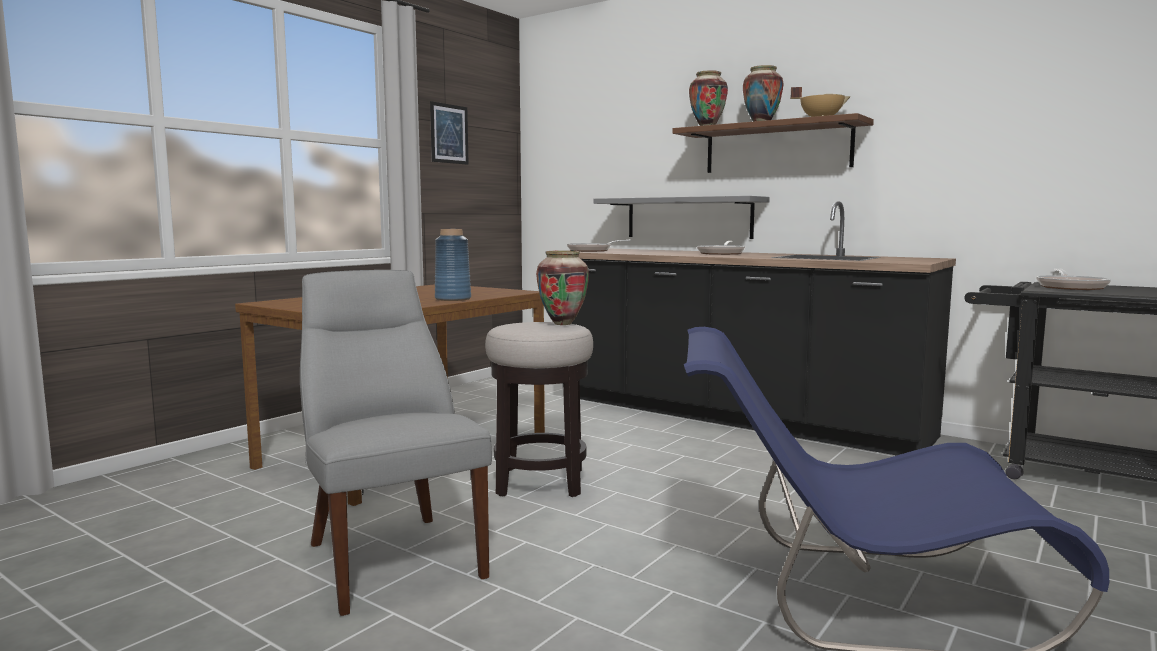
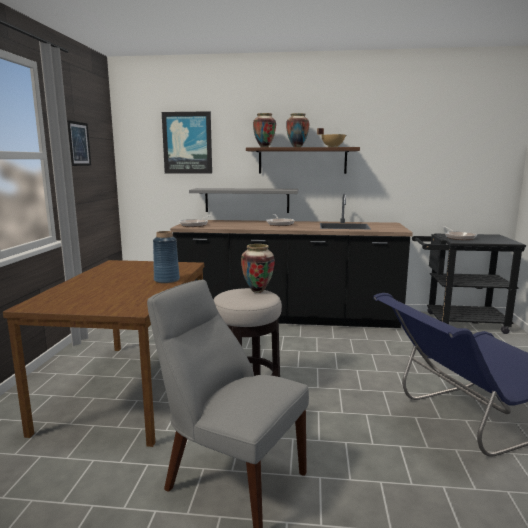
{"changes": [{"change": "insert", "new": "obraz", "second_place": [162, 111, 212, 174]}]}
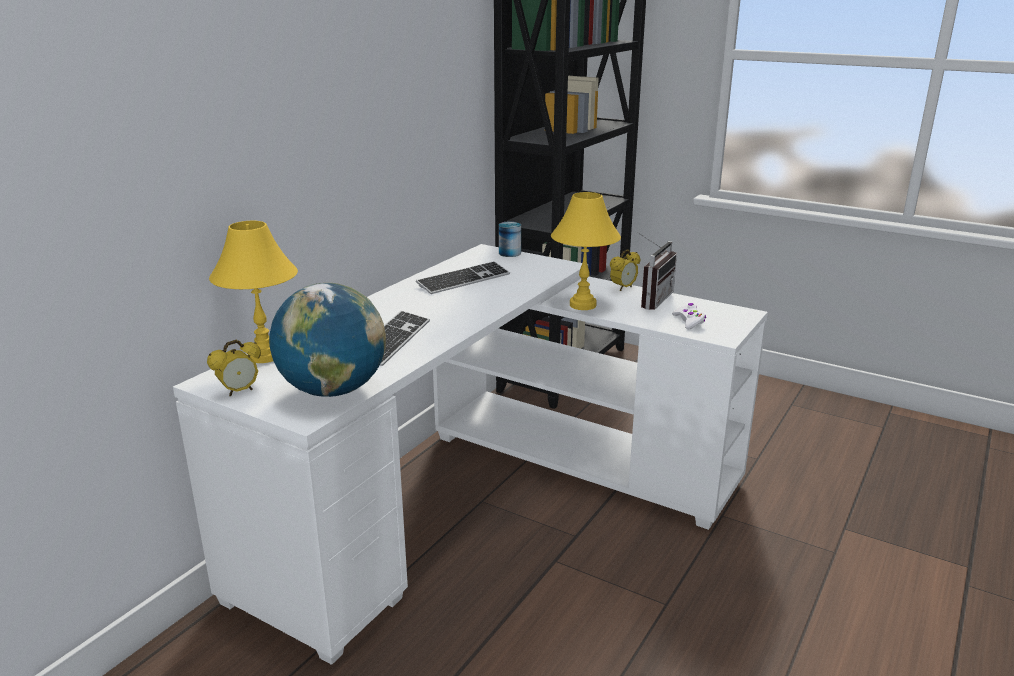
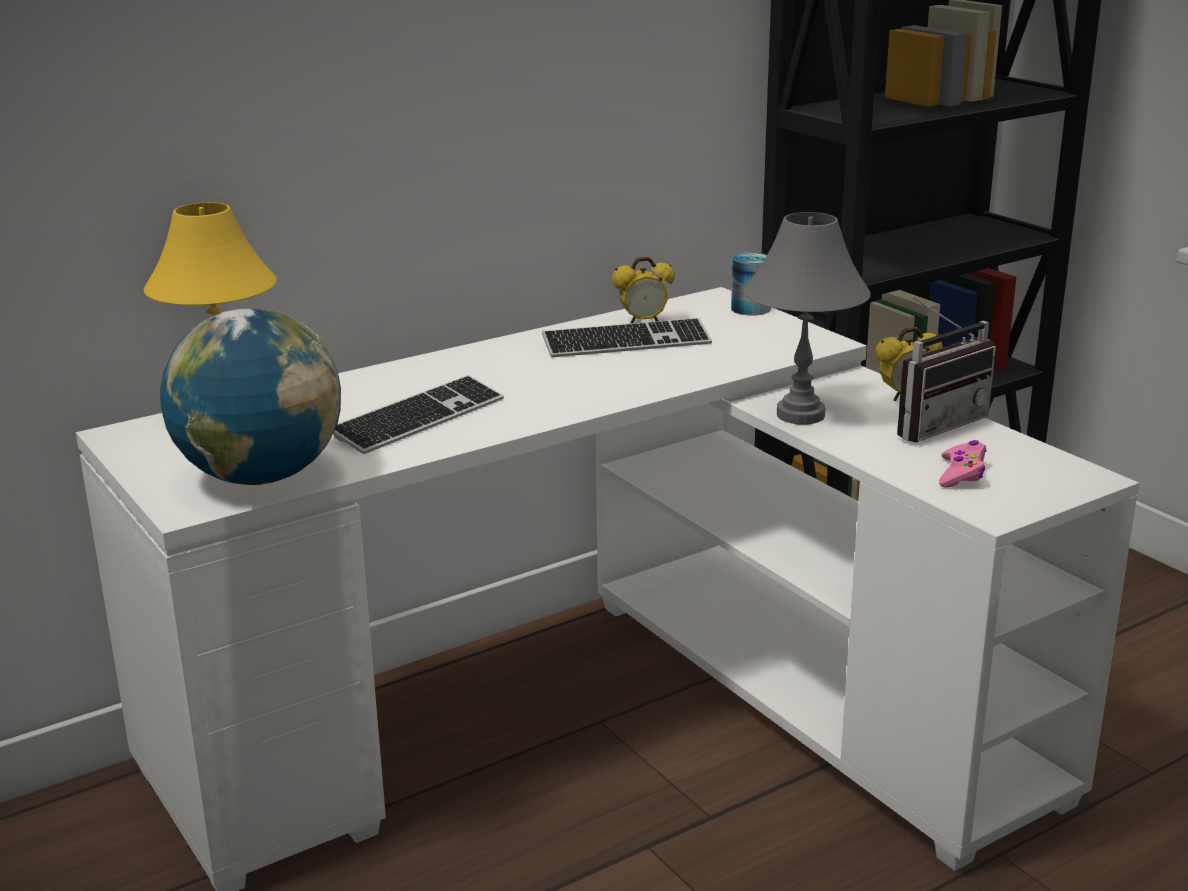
{"changes": [{"change": "move", "old": "budzik", "first_place": [207, 340, 261, 396], "second_place": [612, 257, 675, 324]}, {"change": "recolor", "old": "lampa stołowa [żółty]", "new": "lampa stołowa [szary]", "first_place": [551, 192, 621, 310], "second_place": [744, 212, 871, 425]}, {"change": "recolor", "old": "pad do gier [biały]", "new": "pad do gier [różowy]", "first_place": [672, 303, 706, 329], "second_place": [939, 440, 986, 488]}]}
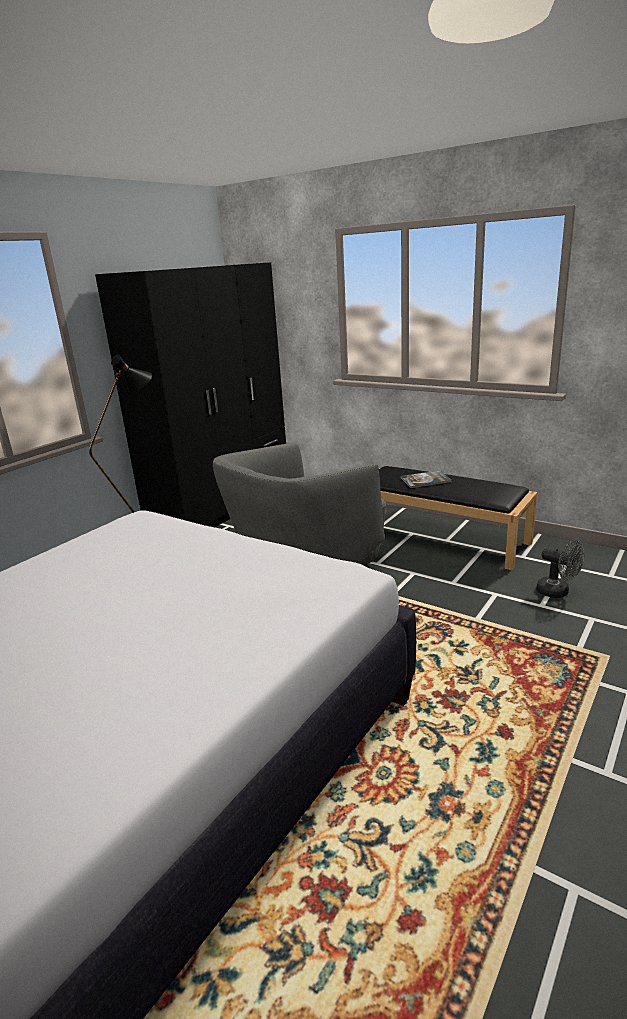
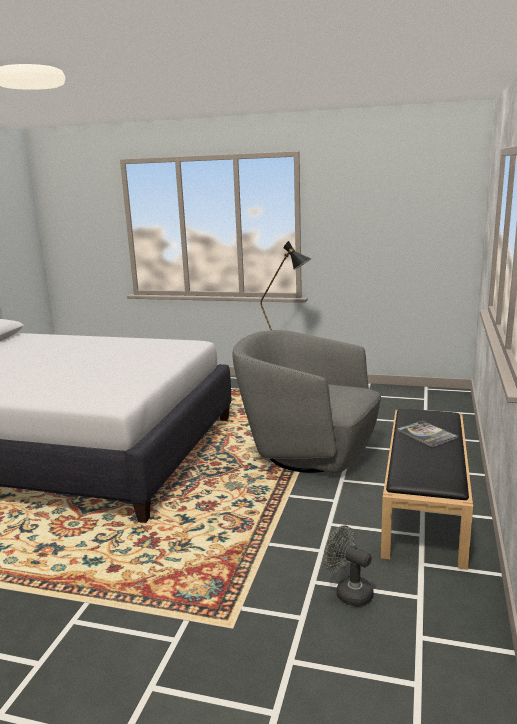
{"changes": [{"change": "rotate", "old": "wentylator [szary]", "first_place": [536, 541, 584, 598], "second_place": [324, 526, 373, 607], "degrees": 105}, {"change": "delete", "old": "szafa [czarny]", "first_place": [95, 262, 286, 527]}]}
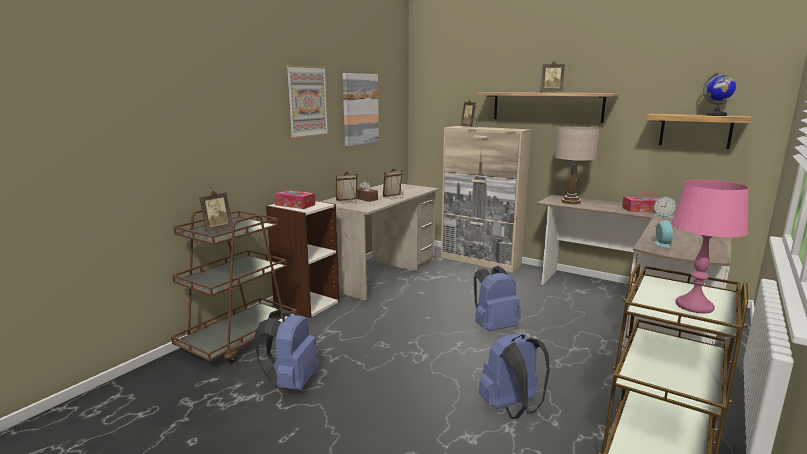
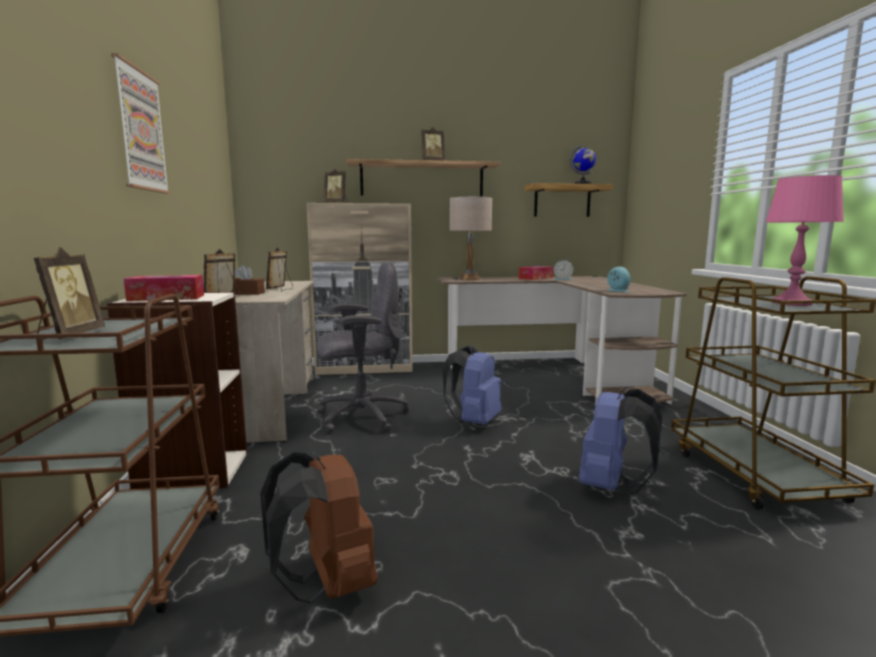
{"changes": [{"change": "recolor", "old": "plecak [niebieski]", "new": "plecak [brązowy]", "first_place": [254, 309, 319, 390], "second_place": [260, 451, 378, 604]}, {"change": "insert", "new": "krzesło biurowe [szary]", "second_place": [317, 261, 409, 433]}, {"change": "delete", "old": "obraz", "first_place": [343, 73, 379, 146]}]}
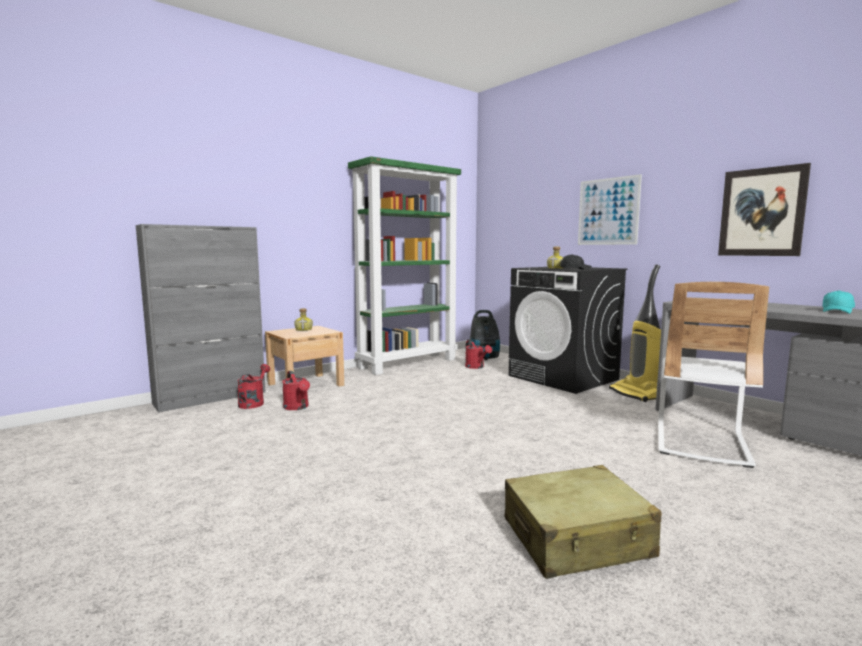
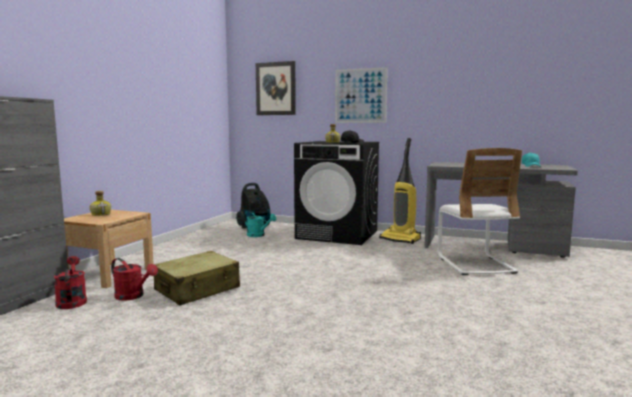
{"changes": [{"change": "move", "old": "walizka [beżowy]", "first_place": [505, 465, 662, 579], "second_place": [154, 251, 240, 305]}, {"change": "recolor", "old": "konewka [czerwony]", "new": "konewka [turkusowy]", "first_place": [465, 340, 492, 369], "second_place": [244, 211, 276, 237]}, {"change": "move", "old": "obraz", "first_place": [718, 163, 811, 256], "second_place": [256, 61, 296, 115]}, {"change": "delete", "old": "regał [zielony]", "first_place": [348, 156, 461, 375]}]}
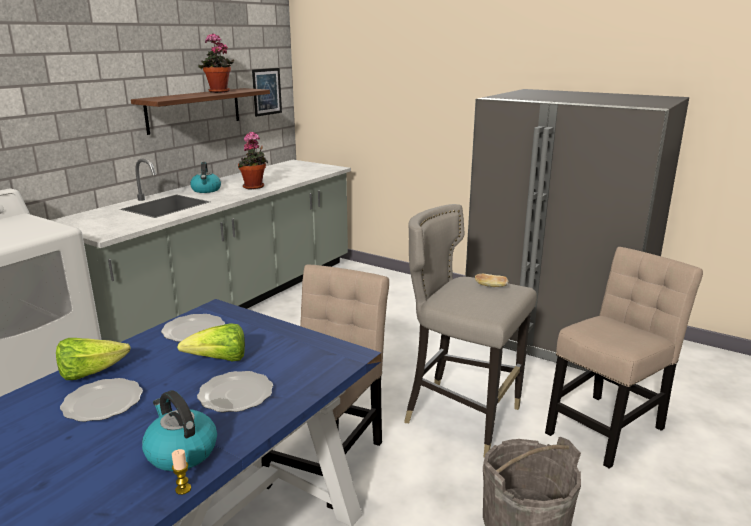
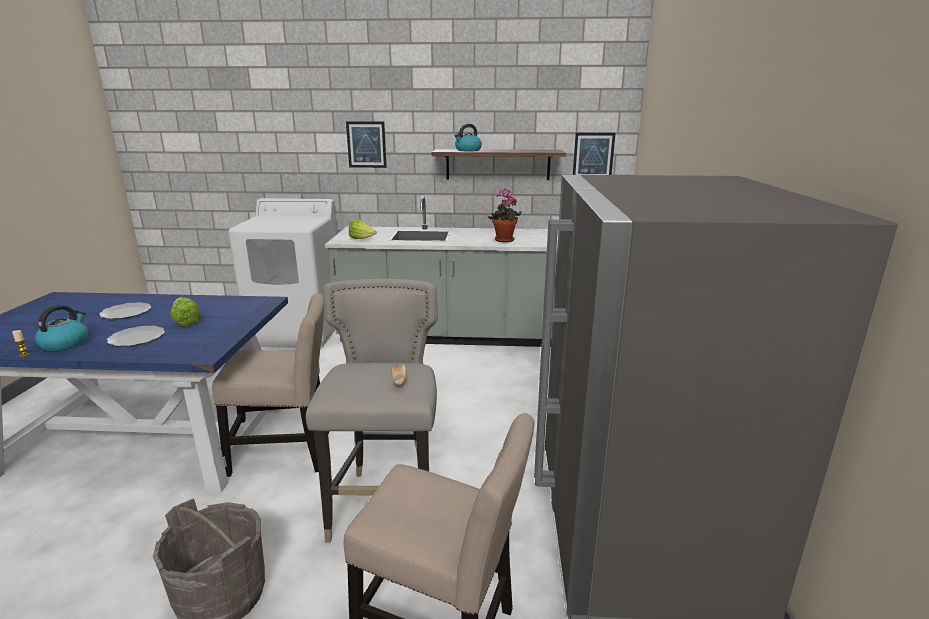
{"changes": [{"change": "insert", "new": "obraz", "second_place": [346, 121, 387, 168]}, {"change": "move", "old": "sałata", "first_place": [56, 338, 131, 380], "second_place": [349, 220, 376, 239]}, {"change": "move", "old": "czajnik", "first_place": [190, 162, 221, 193], "second_place": [454, 124, 482, 151]}, {"change": "delete", "old": "talerz", "first_place": [161, 314, 225, 342]}, {"change": "delete", "old": "roślina doniczkowa", "first_place": [198, 33, 234, 93]}]}
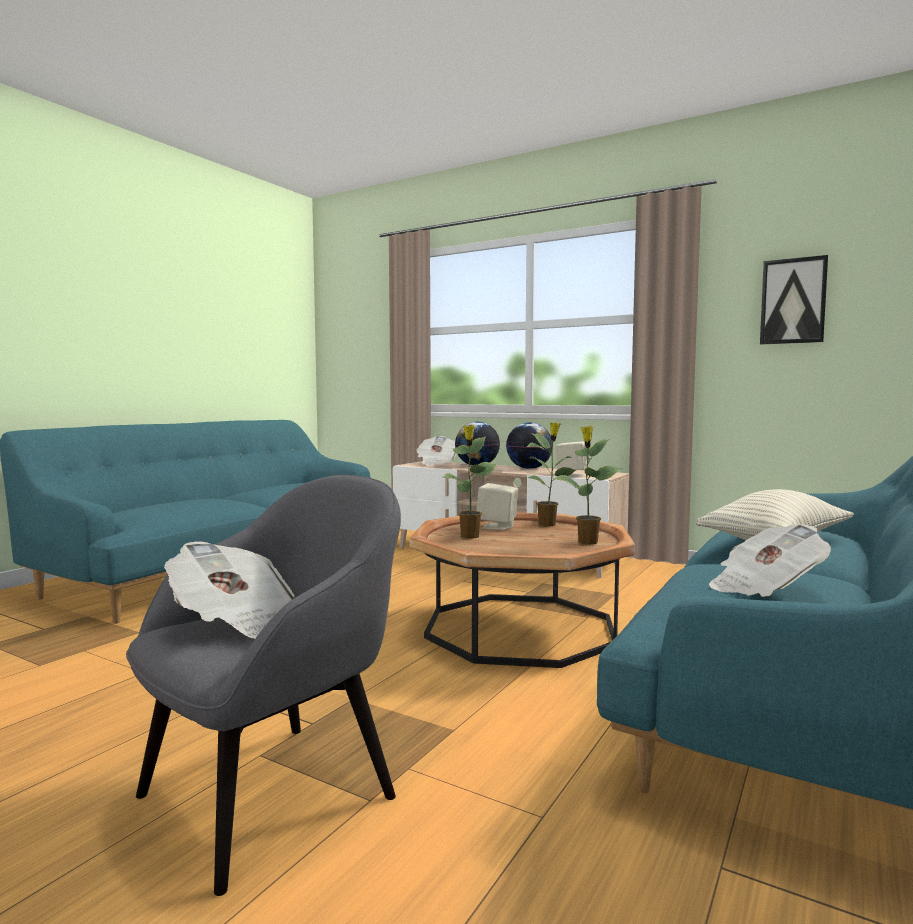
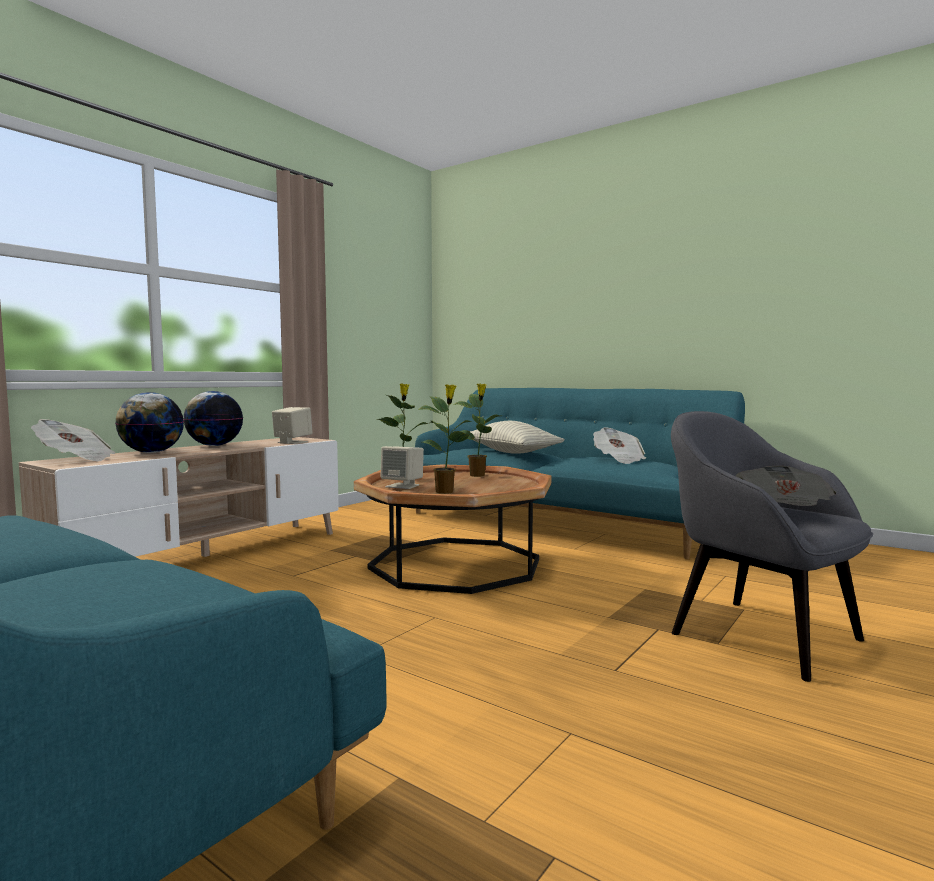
{"changes": [{"change": "delete", "old": "obraz", "first_place": [760, 255, 828, 345]}]}
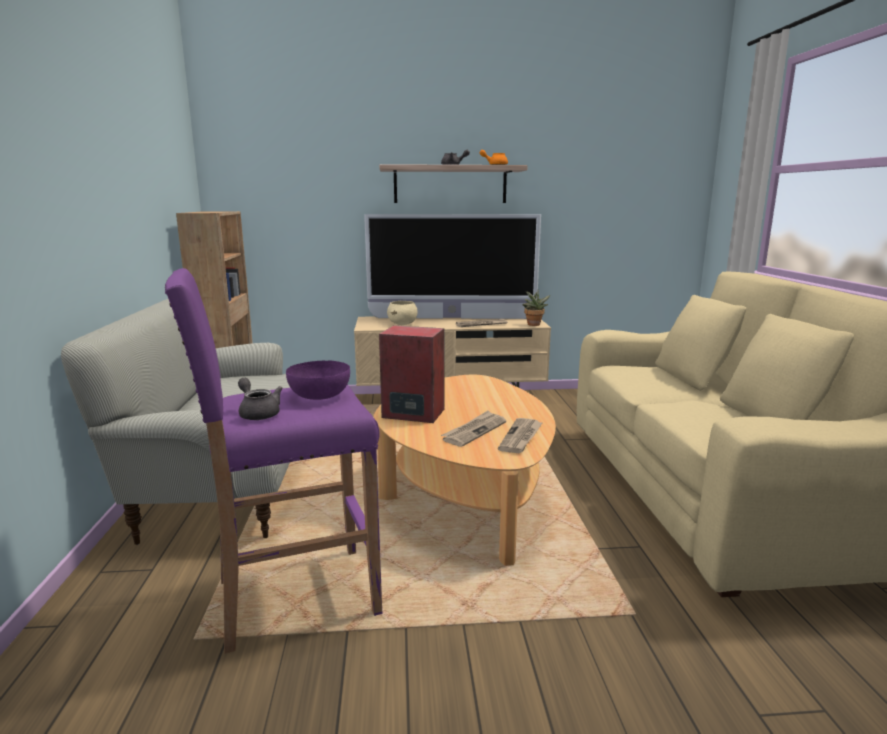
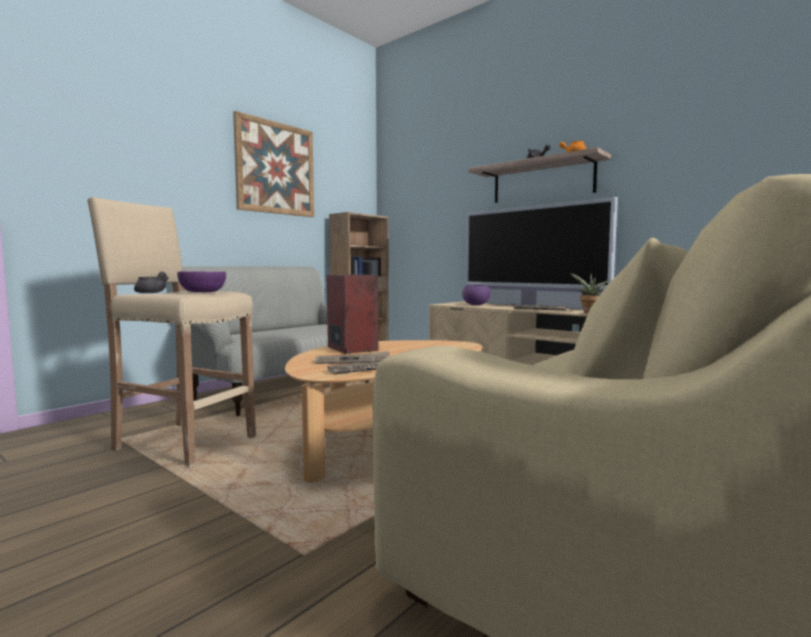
{"changes": [{"change": "recolor", "old": "stołek [fioletowy]", "new": "stołek [beżowy]", "first_place": [165, 268, 382, 654], "second_place": [87, 197, 256, 467]}, {"change": "insert", "new": "obraz", "second_place": [233, 111, 314, 217]}, {"change": "recolor", "old": "miska [beżowy]", "new": "miska [fioletowy]", "first_place": [387, 301, 418, 325], "second_place": [462, 285, 491, 305]}]}
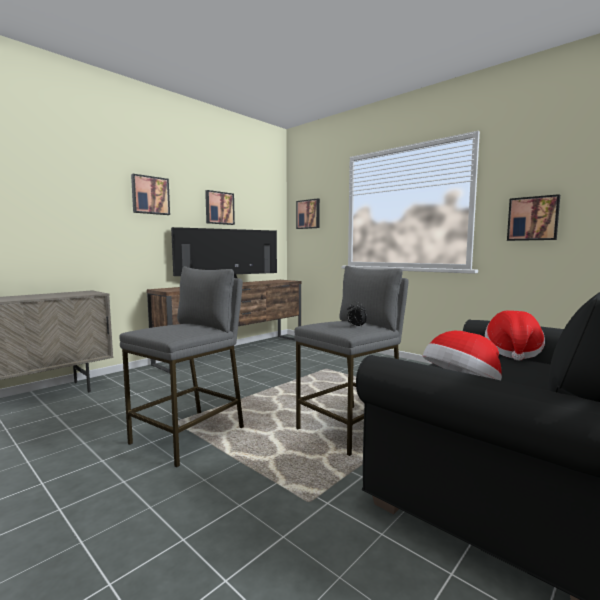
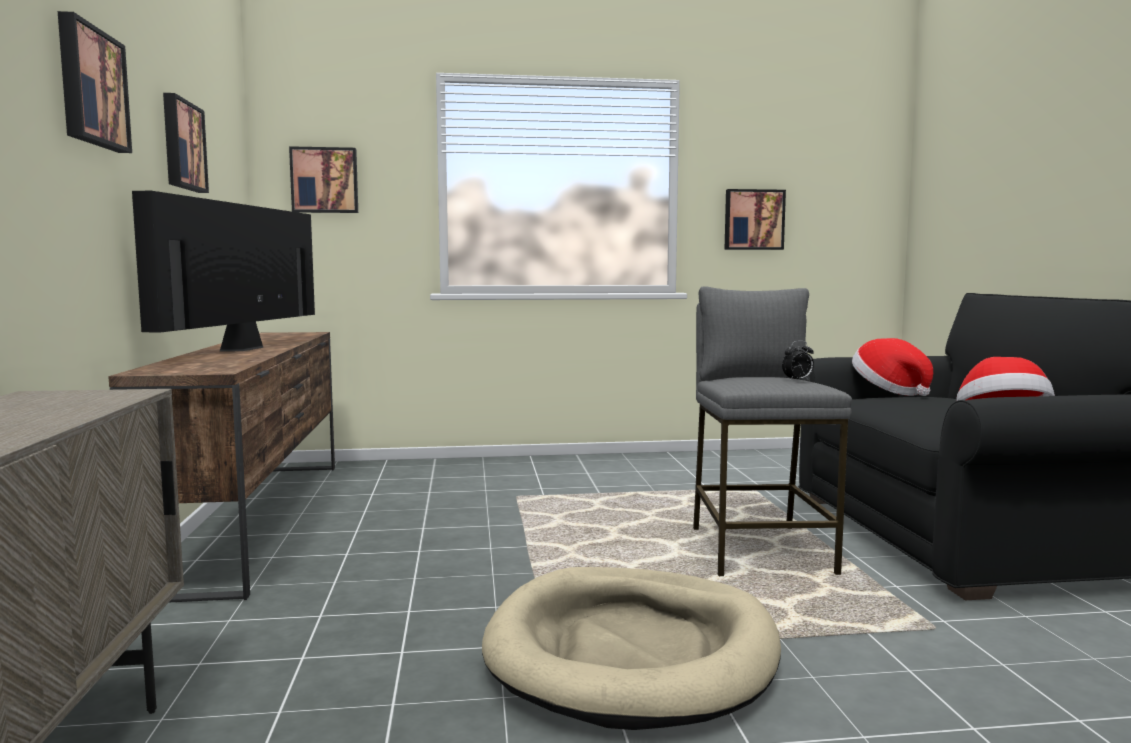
{"changes": [{"change": "replace", "old": "stołek [szary]", "new": "legowisko [beżowy]", "first_place": [119, 266, 244, 468], "second_place": [482, 567, 781, 730]}]}
